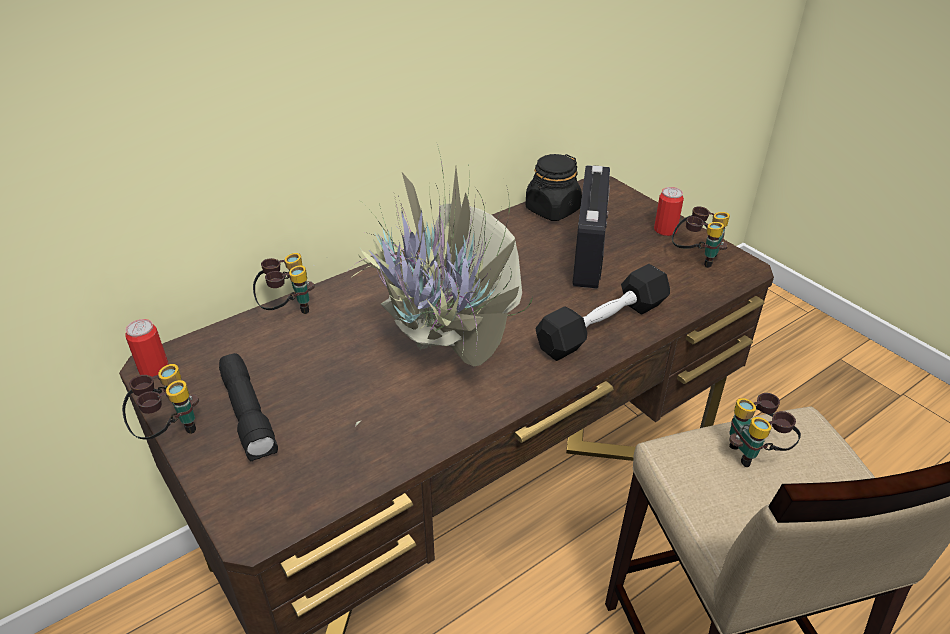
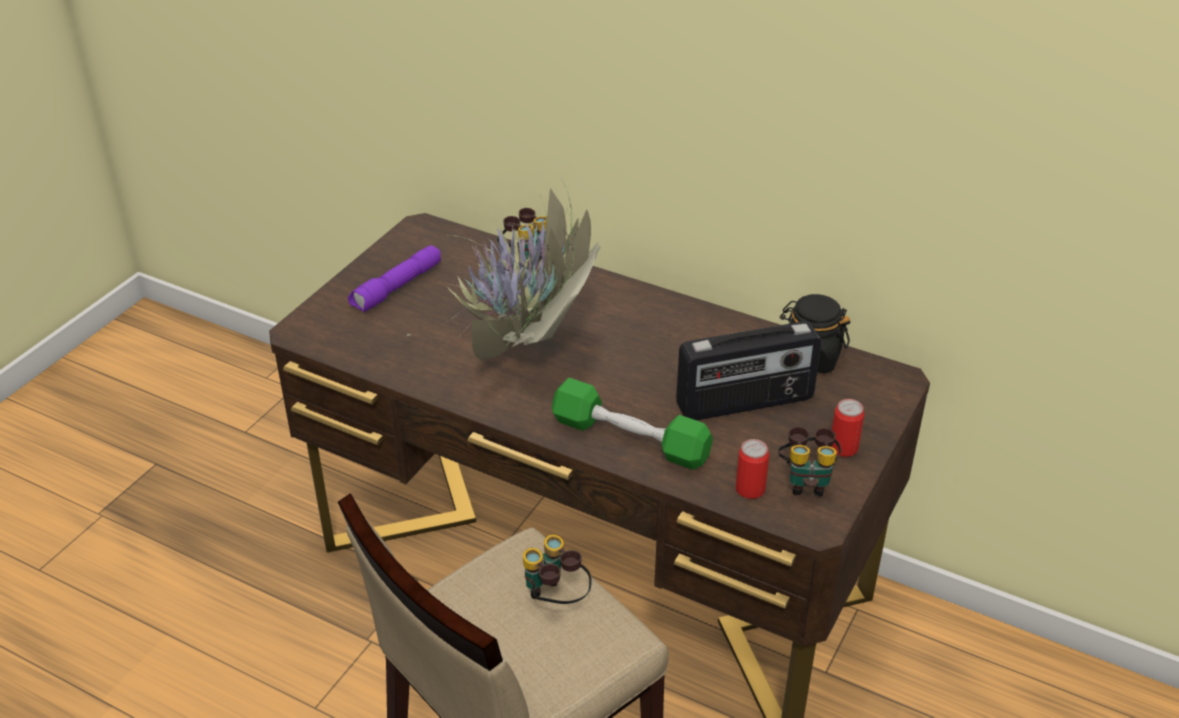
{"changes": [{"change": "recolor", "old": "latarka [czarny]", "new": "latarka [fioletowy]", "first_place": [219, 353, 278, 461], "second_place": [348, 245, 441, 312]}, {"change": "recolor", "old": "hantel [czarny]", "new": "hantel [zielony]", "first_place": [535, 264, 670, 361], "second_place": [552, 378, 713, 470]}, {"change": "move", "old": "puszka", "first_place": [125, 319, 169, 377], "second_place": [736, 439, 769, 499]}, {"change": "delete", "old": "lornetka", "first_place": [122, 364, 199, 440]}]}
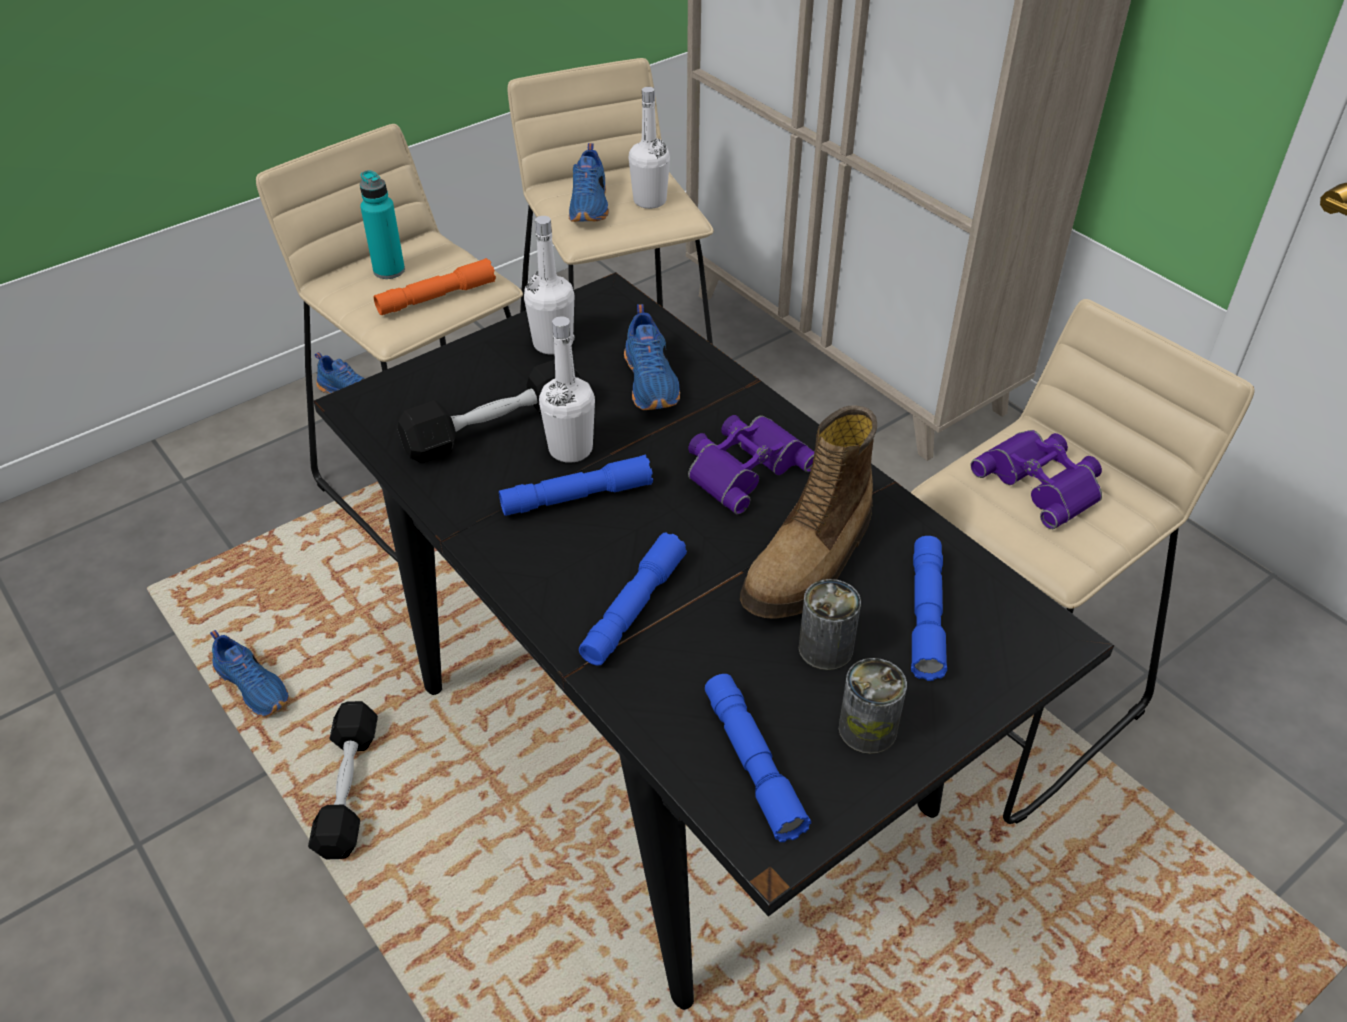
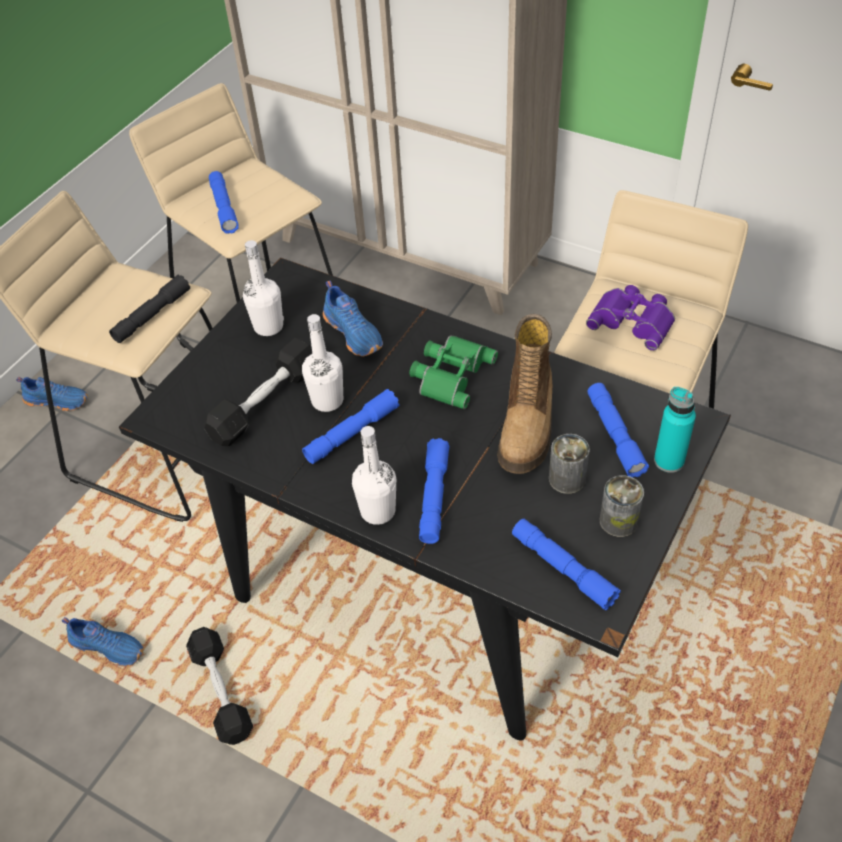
{"changes": [{"change": "recolor", "old": "latarka [pomarańczowy]", "new": "latarka [czarny]", "first_place": [374, 258, 496, 315], "second_place": [109, 275, 190, 343]}, {"change": "replace", "old": "but [niebieski]", "new": "latarka [niebieski]", "first_place": [569, 143, 609, 222], "second_place": [209, 171, 239, 234]}, {"change": "move", "old": "butelka [biały]", "first_place": [629, 87, 670, 209], "second_place": [352, 426, 396, 525]}, {"change": "recolor", "old": "lornetka [fioletowy]", "new": "lornetka [zielony]", "first_place": [688, 415, 814, 515], "second_place": [410, 335, 498, 409]}, {"change": "move", "old": "butelka [turkusowy]", "first_place": [360, 170, 405, 279], "second_place": [654, 387, 696, 473]}]}
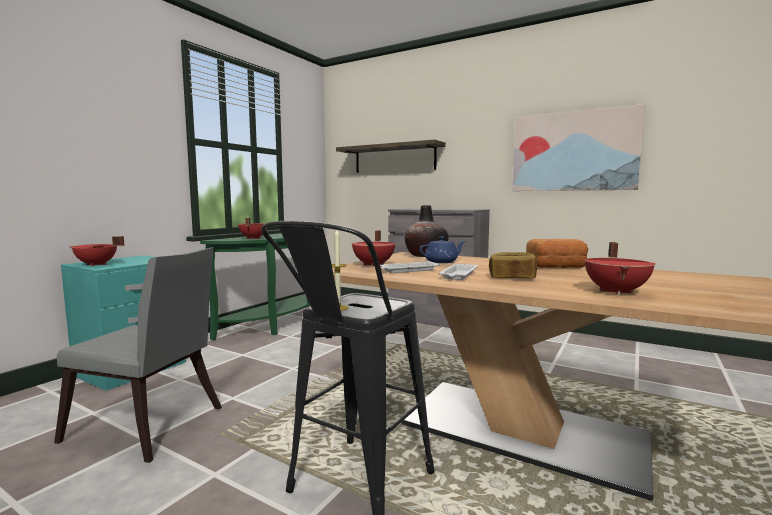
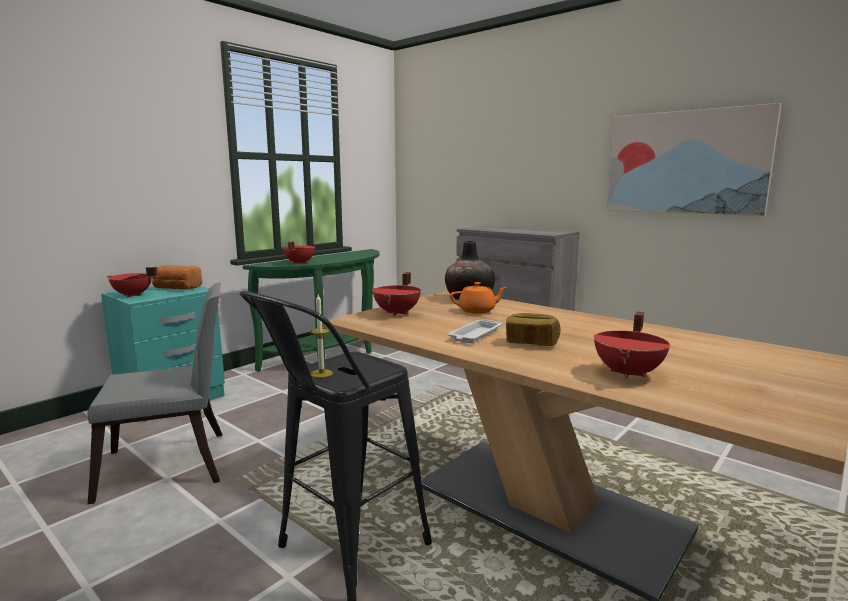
{"changes": [{"change": "rotate", "old": "krzesło [szary]", "first_place": [54, 247, 222, 463], "second_place": [87, 282, 222, 504], "degrees": -45}, {"change": "move", "old": "chleb", "first_place": [526, 239, 588, 268], "second_place": [152, 265, 202, 289]}, {"change": "recolor", "old": "imbryk [niebieski]", "new": "imbryk [pomarańczowy]", "first_place": [419, 237, 465, 263], "second_place": [450, 282, 507, 314]}, {"change": "delete", "old": "półka", "first_place": [336, 140, 446, 173]}, {"change": "delete", "old": "taca [biały]", "first_place": [380, 261, 439, 273]}]}
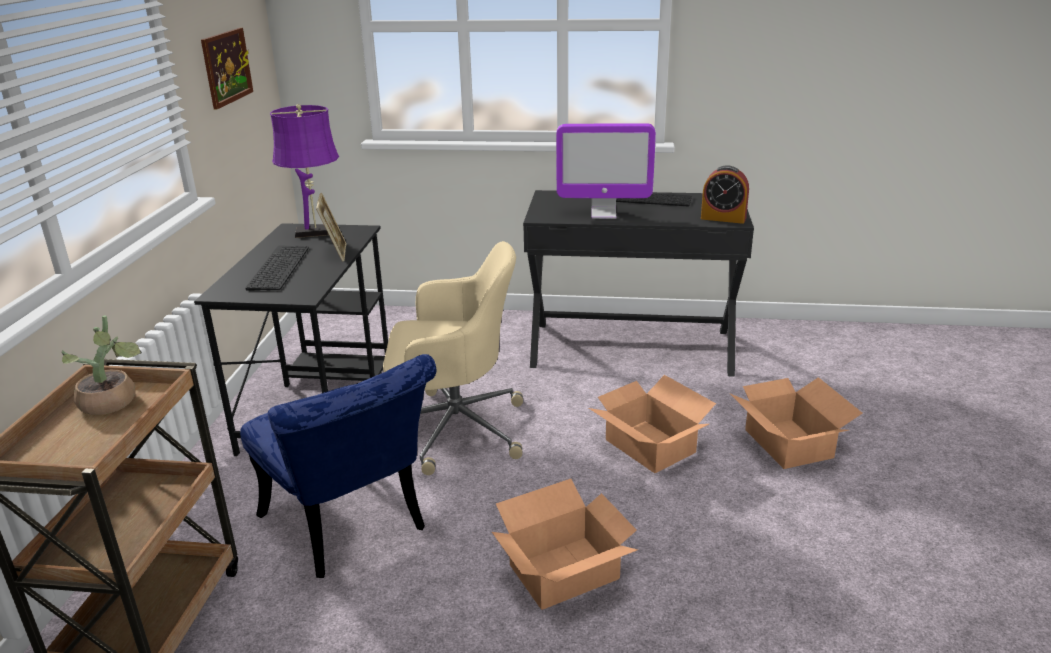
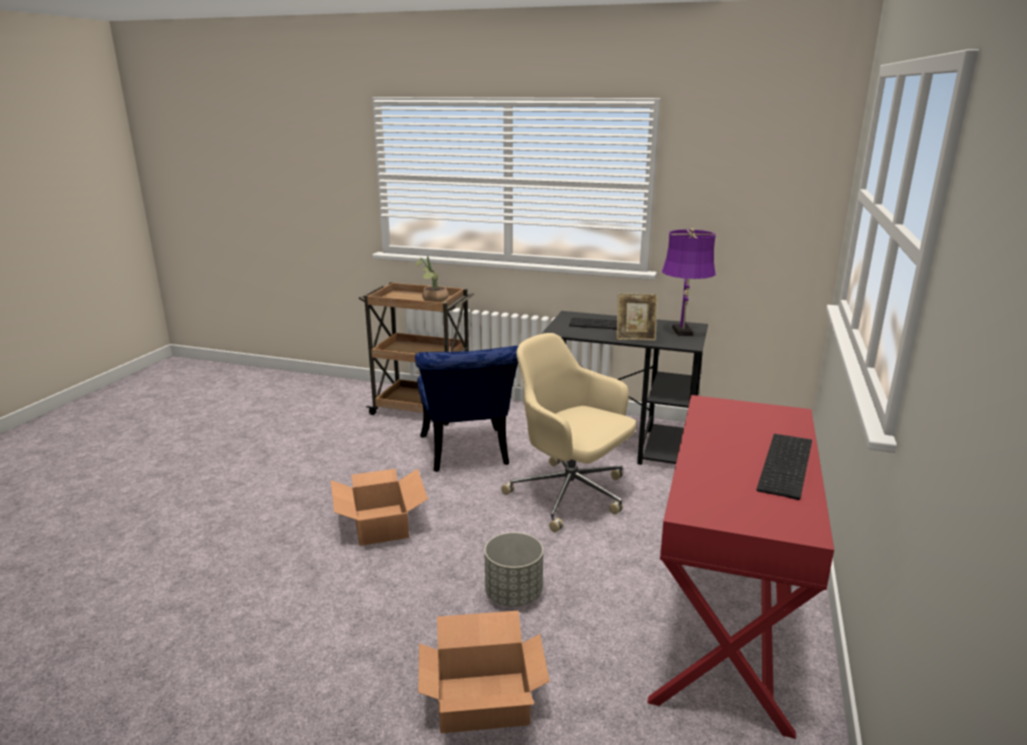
{"changes": [{"change": "rotate", "old": "krzesło [niebieski]", "first_place": [240, 354, 436, 578], "second_place": [415, 346, 518, 472], "degrees": -75}, {"change": "replace", "old": "karton", "new": "donica [szary]", "first_place": [589, 375, 716, 473], "second_place": [484, 532, 543, 607]}, {"change": "rotate", "old": "krzesło biurowe [beżowy]", "first_place": [383, 241, 523, 475], "second_place": [501, 333, 636, 532], "degrees": 120}, {"change": "recolor", "old": "biurko [czarny]", "new": "biurko [czerwony]", "first_place": [523, 190, 754, 377], "second_place": [647, 395, 834, 739]}, {"change": "delete", "old": "obraz", "first_place": [201, 28, 253, 109]}, {"change": "delete", "old": "monitor", "first_place": [556, 123, 656, 219]}, {"change": "delete", "old": "budzik", "first_place": [701, 165, 749, 224]}]}
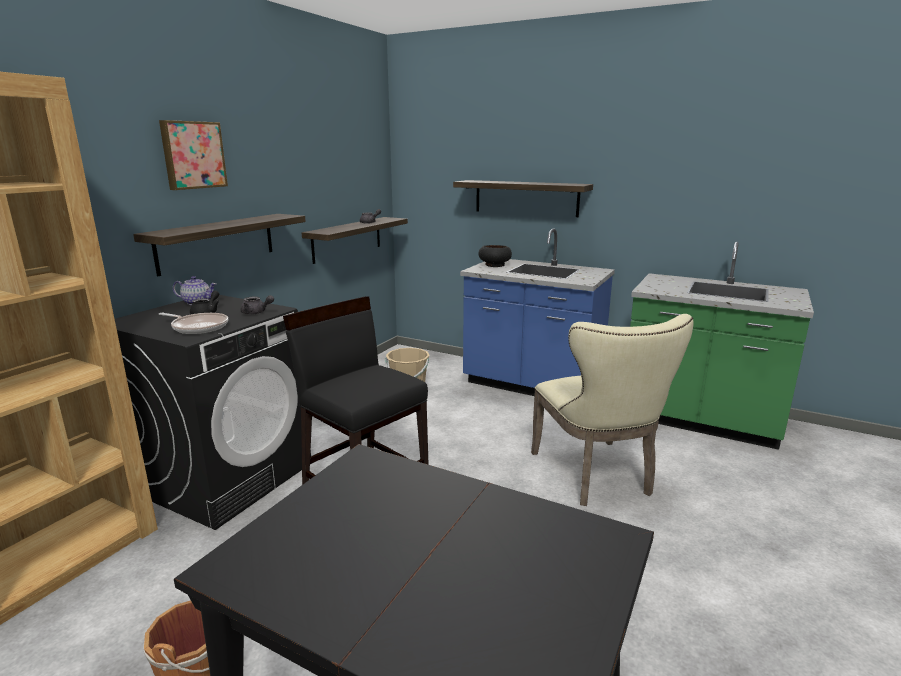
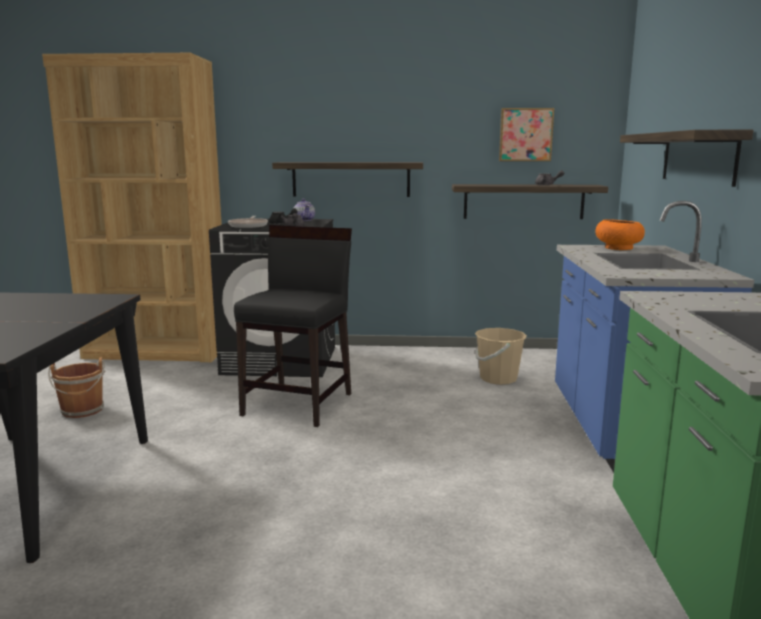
{"changes": [{"change": "move", "old": "obraz", "first_place": [159, 120, 228, 190], "second_place": [499, 108, 554, 161]}, {"change": "recolor", "old": "miska [czarny]", "new": "miska [pomarańczowy]", "first_place": [479, 245, 512, 267], "second_place": [595, 219, 645, 250]}, {"change": "delete", "old": "krzesło [beżowy]", "first_place": [531, 314, 694, 506]}]}
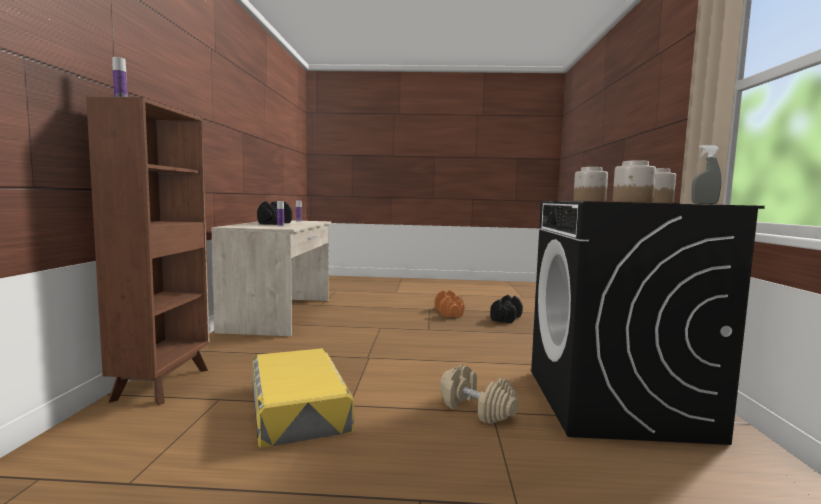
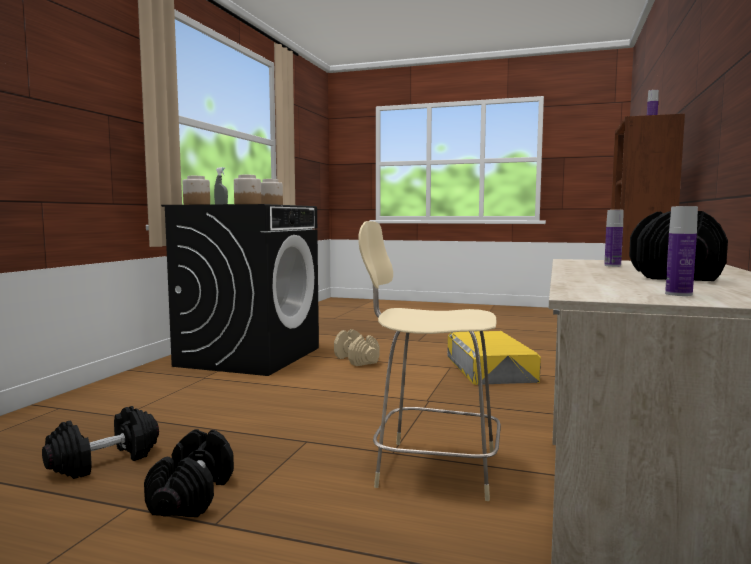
{"changes": [{"change": "recolor", "old": "hantel [pomarańczowy]", "new": "hantel [czarny]", "first_place": [434, 290, 464, 317], "second_place": [144, 429, 234, 517]}, {"change": "insert", "new": "krzesło [beżowy]", "second_place": [358, 221, 501, 501]}]}
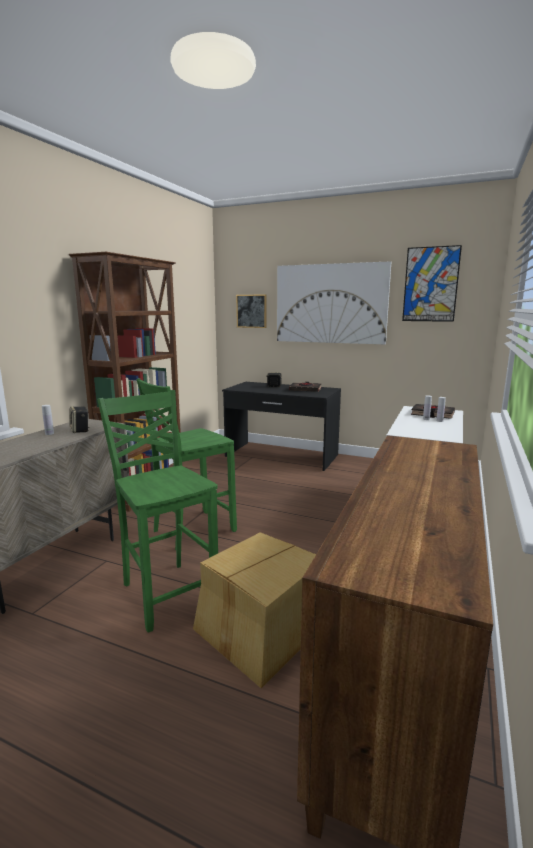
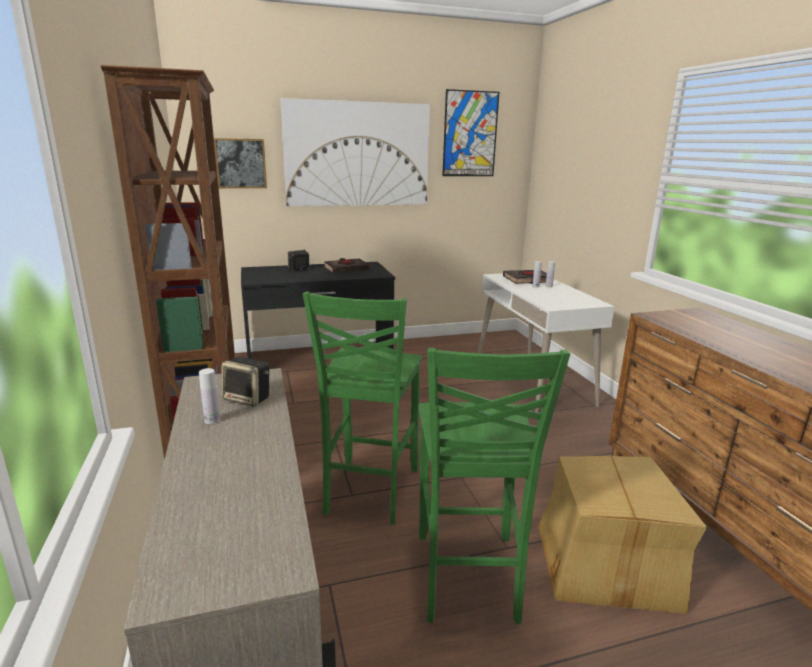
{"changes": [{"change": "rotate", "old": "krzesło [zielony]", "first_place": [97, 390, 218, 633], "second_place": [419, 348, 570, 624], "degrees": -105}]}
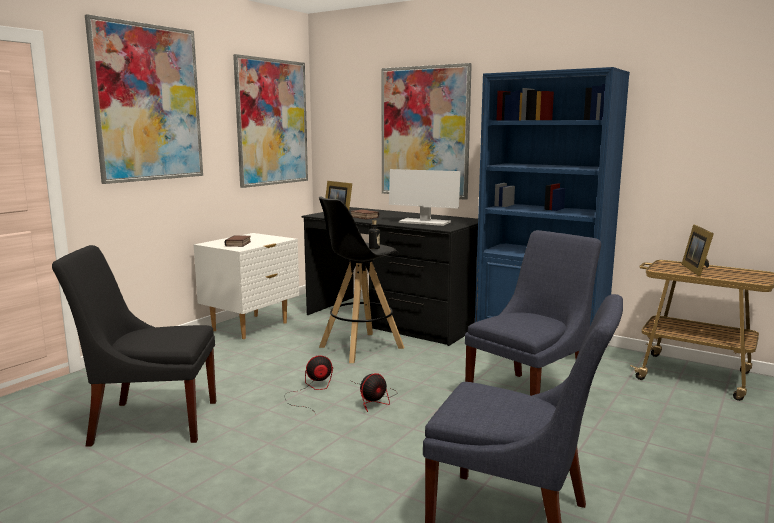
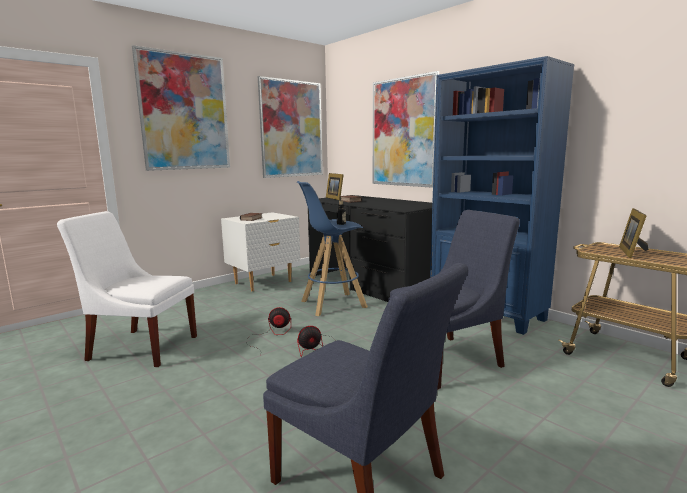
{"changes": [{"change": "recolor", "old": "krzesło [czarny]", "new": "krzesło [biały]", "first_place": [52, 245, 216, 447], "second_place": [57, 211, 197, 367]}, {"change": "recolor", "old": "stołek [czarny]", "new": "stołek [niebieski]", "first_place": [319, 196, 404, 363], "second_place": [297, 181, 368, 316]}, {"change": "delete", "old": "monitor", "first_place": [389, 169, 461, 226]}]}
